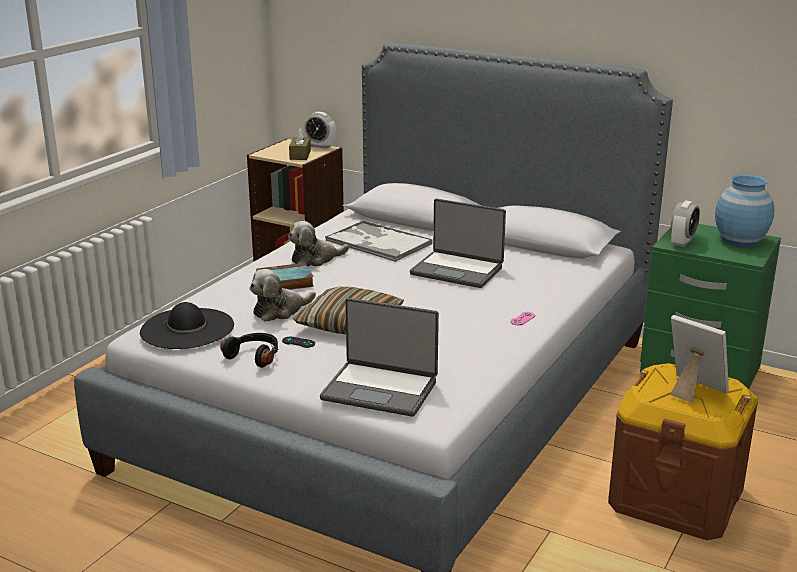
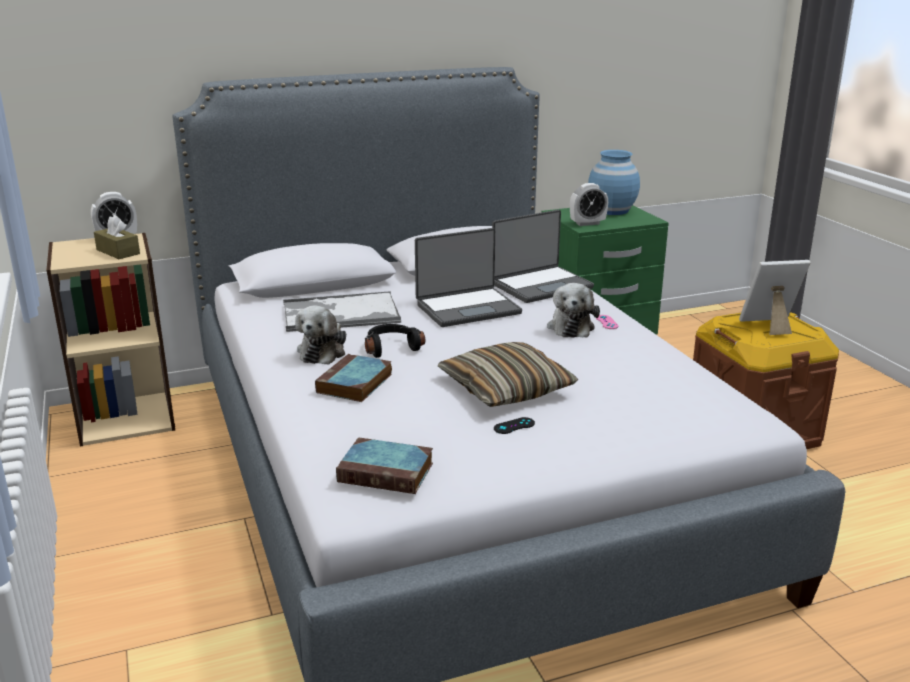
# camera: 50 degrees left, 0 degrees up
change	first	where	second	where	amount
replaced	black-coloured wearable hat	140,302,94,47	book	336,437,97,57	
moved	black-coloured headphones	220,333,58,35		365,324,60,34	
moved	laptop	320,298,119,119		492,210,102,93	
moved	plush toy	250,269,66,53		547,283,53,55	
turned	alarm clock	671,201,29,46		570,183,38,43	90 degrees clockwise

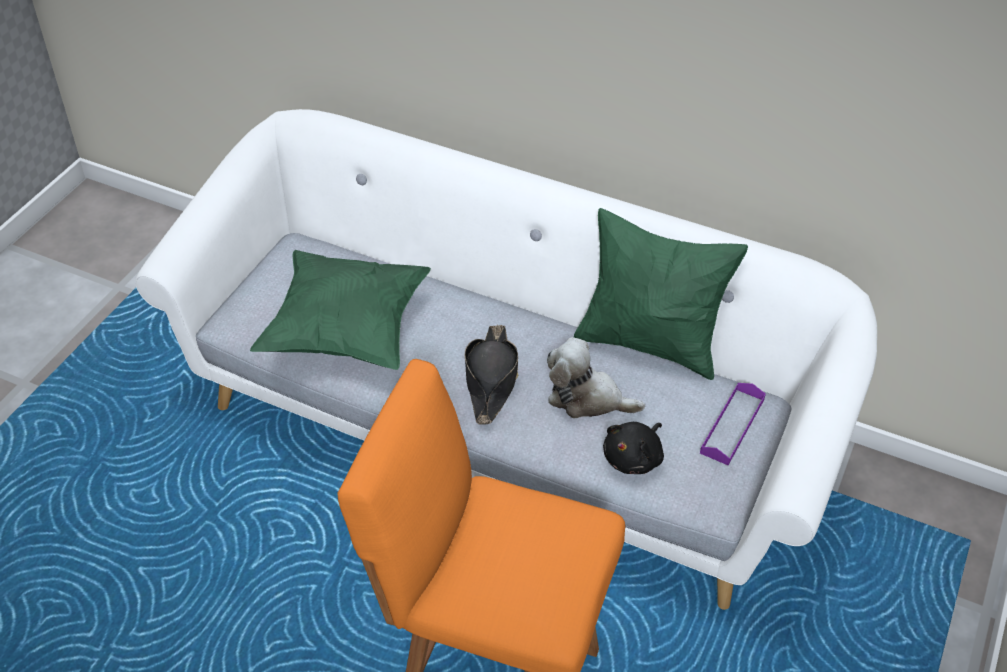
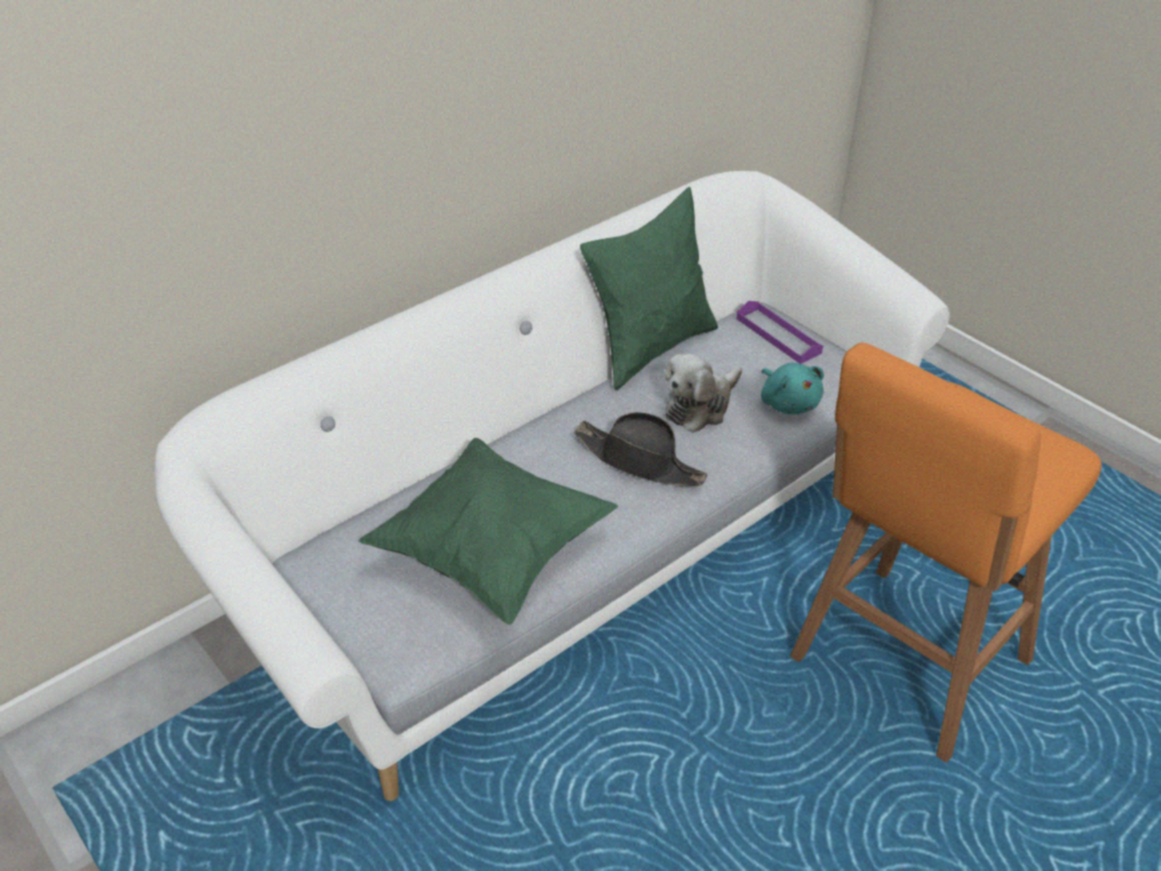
# camera: 65 degrees left, 5 degrees down
change	first	where	second	where	amount
recoloured	black-coloured plush toy	603,422,61,52	blue-green plush toy	761,363,63,51	

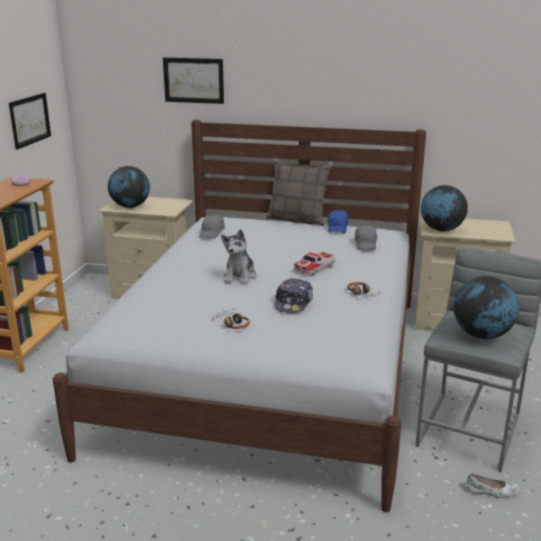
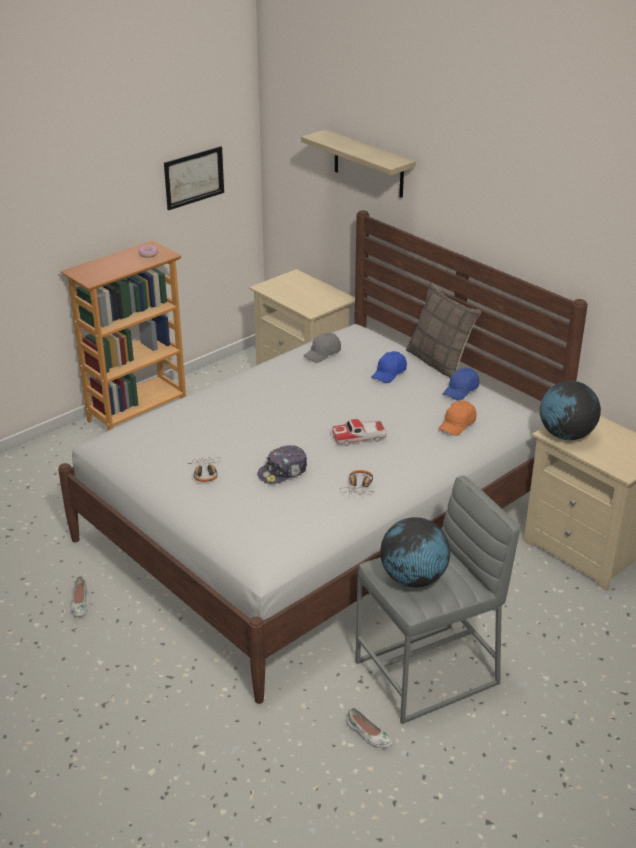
# camera: 35 degrees right, 10 degrees up
change	first	where	second	where	amount
added			white shoe	70,576,17,41	
replaced	wall art	163,58,61,46	wall shelf	301,130,115,68	
added			blue peaked cap	371,351,36,32	
recoloured	grey peaked cap	355,225,22,25	orangey peaked cap	438,401,39,35	
removed	desk globe	108,166,42,42			
removed	plush toy	221,229,36,56			

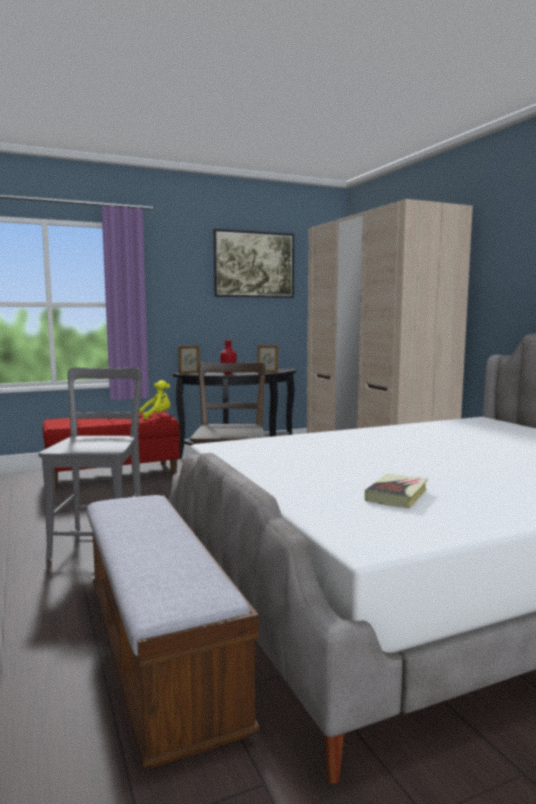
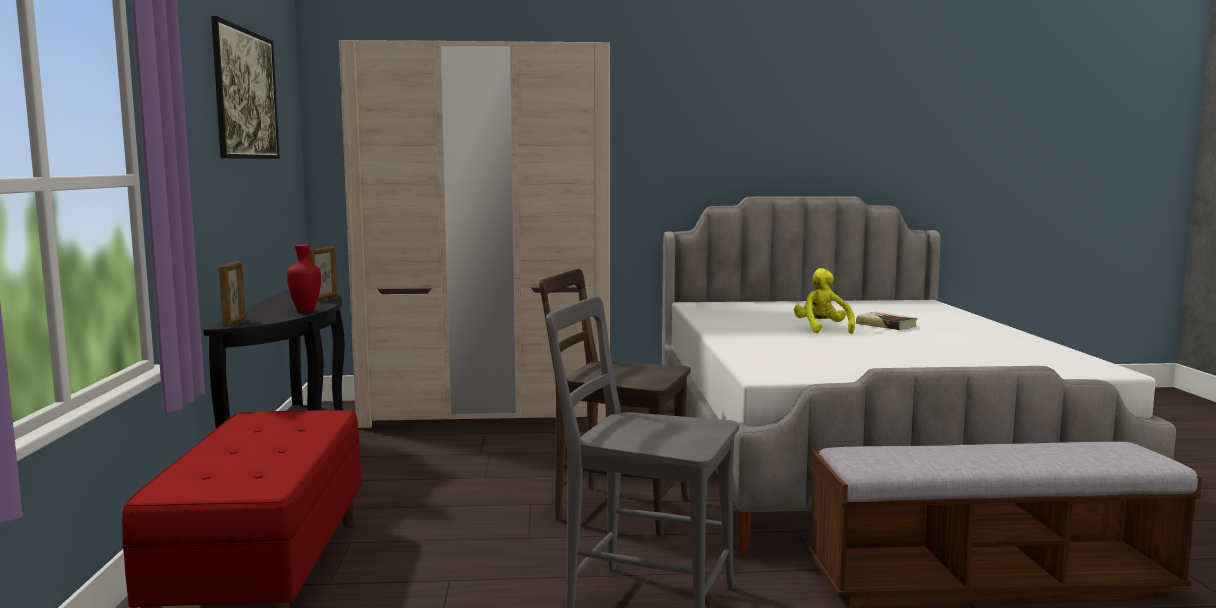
# camera: 70 degrees left, 0 degrees up
change	first	where	second	where	amount
moved	yellow plush toy	139,380,31,39		794,268,61,66	
moved	book	365,474,63,34		856,312,62,18	

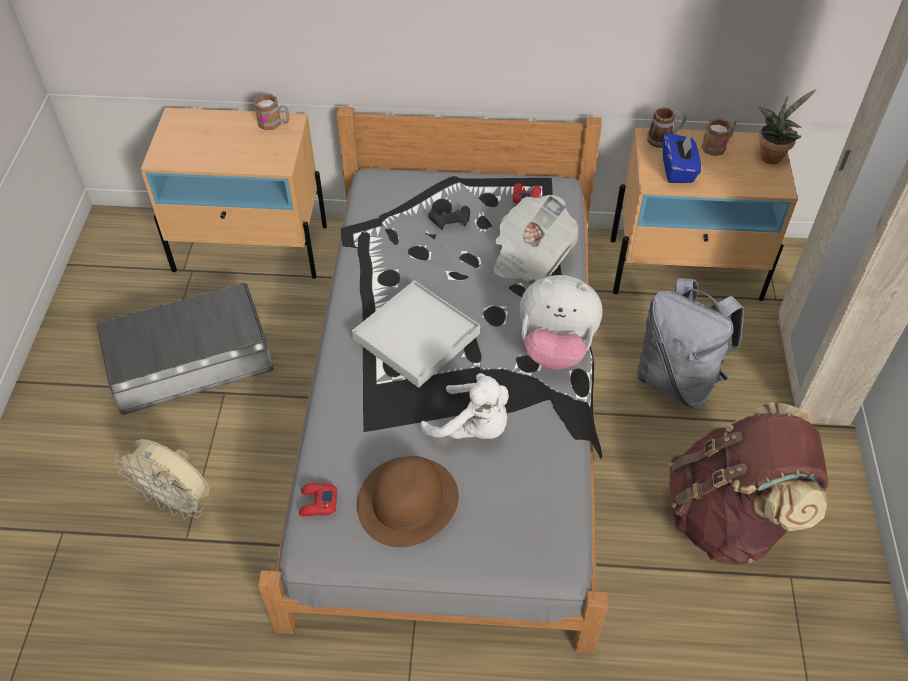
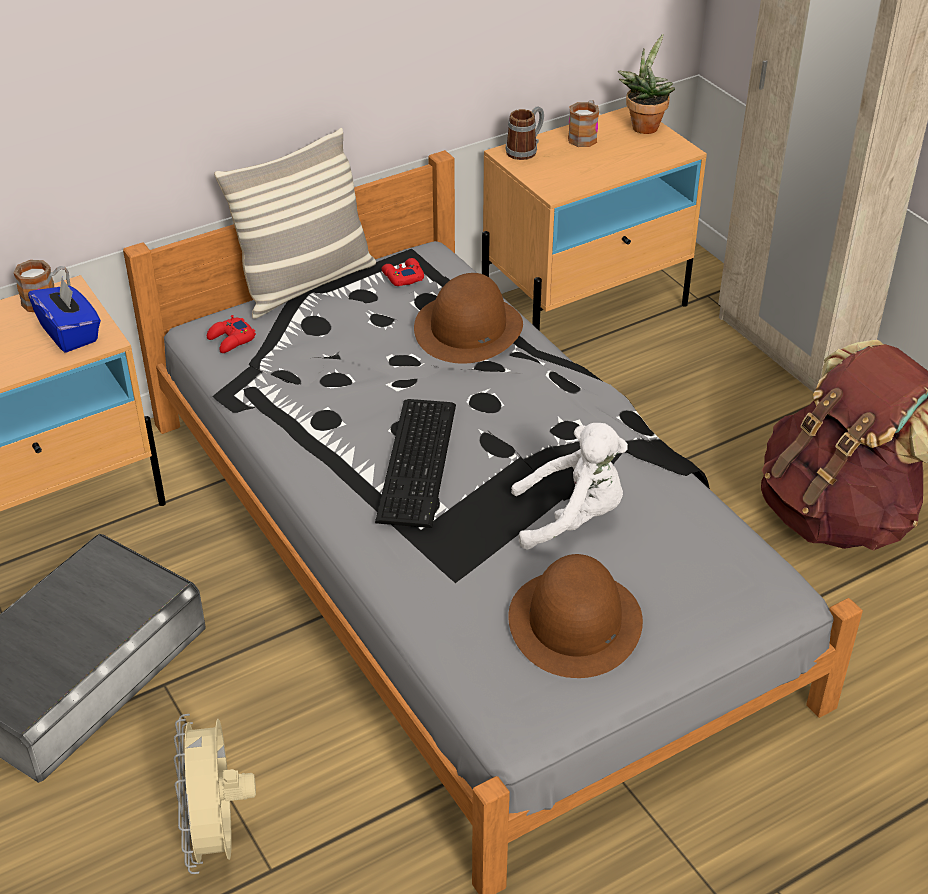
# camera: 35 degrees left, 10 degrees down
change	first	where	second	where	amount
moved	blue tissue holder	663,133,38,50		28,278,73,75	
turned	beige fan	114,439,95,81		174,714,82,160	90 degrees clockwise
moved	red-coloured joypad	299,483,38,33		207,315,49,38	
added			throw pillow	214,128,162,191	
replaced	white carrying tray	352,280,128,108	computer keyboard	375,399,81,129	
replaced	daily paper	493,195,85,87	brown wearable hat	414,273,109,91	
removed	black-coloured joypad	428,206,42,24			
removed	plush toy	520,275,82,95			
removed	grey rucksack	637,278,107,130			

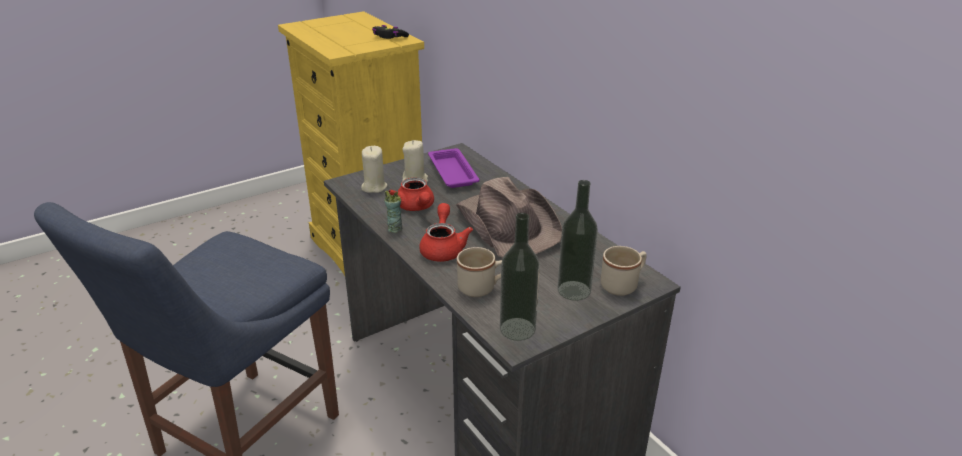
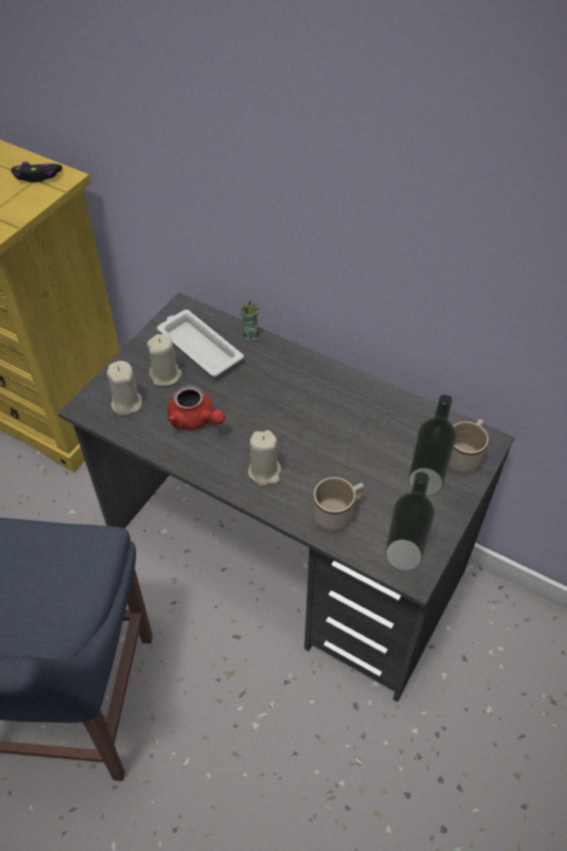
# camera: 25 degrees left, 20 degrees up
change	first	where	second	where	amount
recoloured	purple-coloured carrying tray	428,148,52,40	white carrying tray	157,310,87,67	
moved	small cup	384,190,18,43		241,301,18,40	
replaced	red-coloured tea pot	419,203,54,59	beige wax candle	248,430,33,56	
removed	brown wearable hat	456,177,106,80			

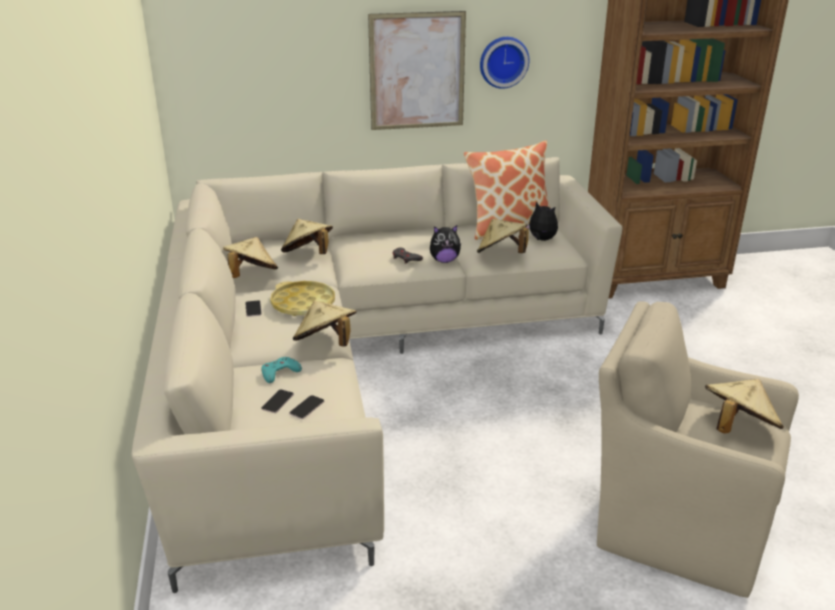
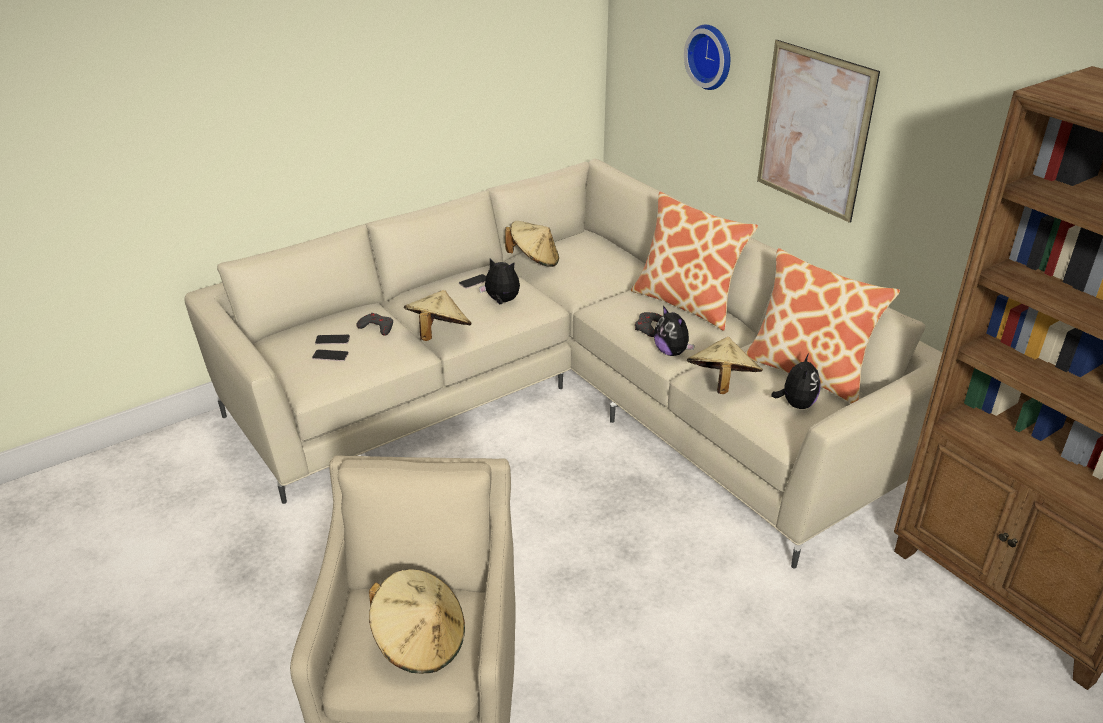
# camera: 65 degrees right, 5 degrees up
change	first	where	second	where	amount
recoloured	blue-green joypad	261,357,41,26	grey joypad	356,313,37,23	
replaced	yellow carrying tray	270,281,65,35	plush toy	479,258,41,46	
added			throw pillow	631,192,127,139	
moved	wall clock	480,37,49,52		684,25,46,65	
removed	beige wearable hat	281,219,52,35			

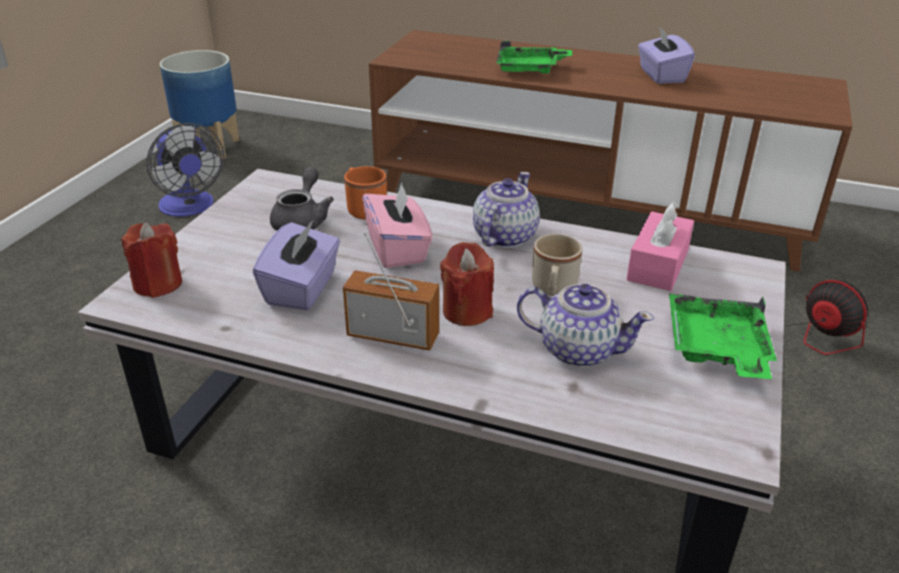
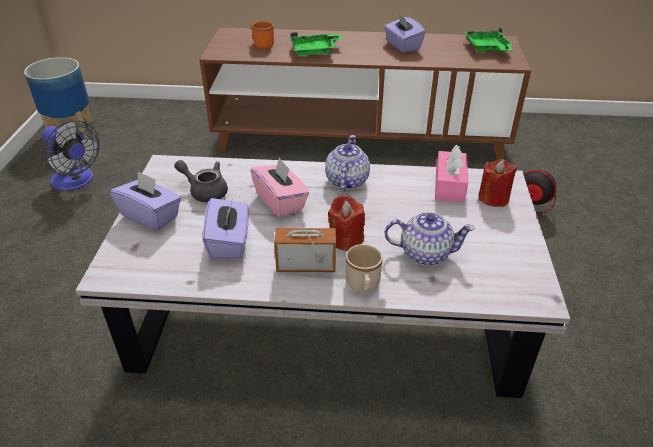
# camera: 15 degrees left, 5 degrees up
change	first	where	second	where	amount
added			purple-coloured tissue holder	110,171,71,60	
turned	grey tea pot	270,167,64,64		174,160,54,42	60 degrees counterclockwise
moved	orangey mug	344,166,43,54		251,21,23,28	
moved	beige mug	532,234,50,62		346,244,37,48	
moved	green-coloured carrying tray	669,293,108,86		464,27,49,25	
moved	red-coloured wax candle	121,222,61,76		478,159,39,48	

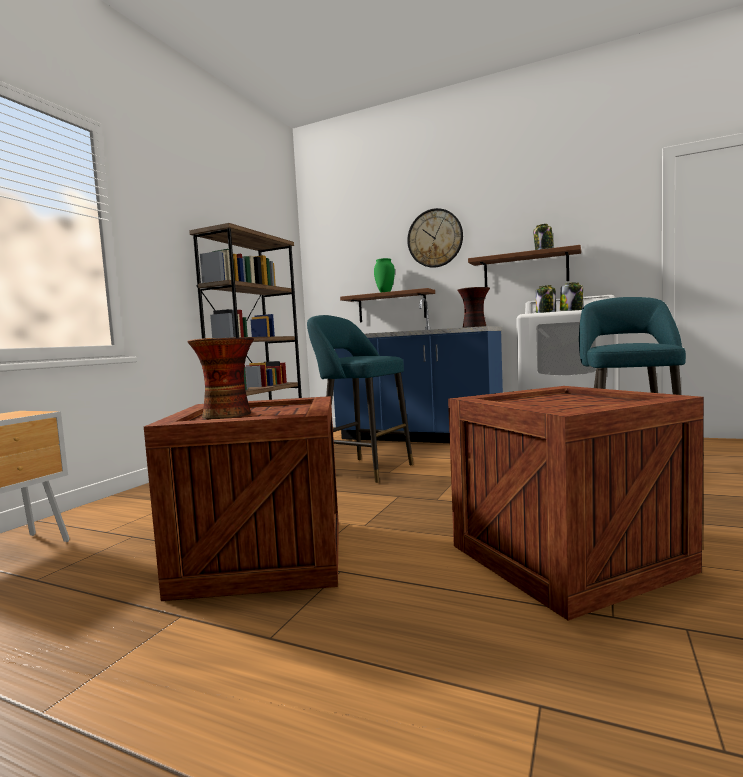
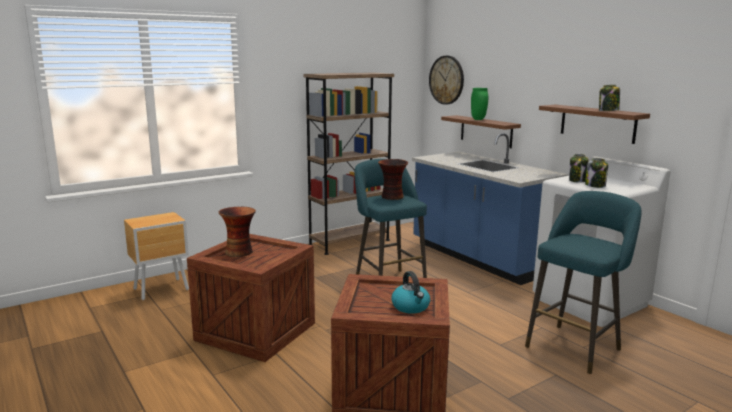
# camera: 30 degrees right, 10 degrees up
change	first	where	second	where	amount
moved	vase	457,287,33,40		378,159,30,41	
added			kettle	391,271,39,43	
moved	wall clock	407,208,56,60		429,56,35,49	

